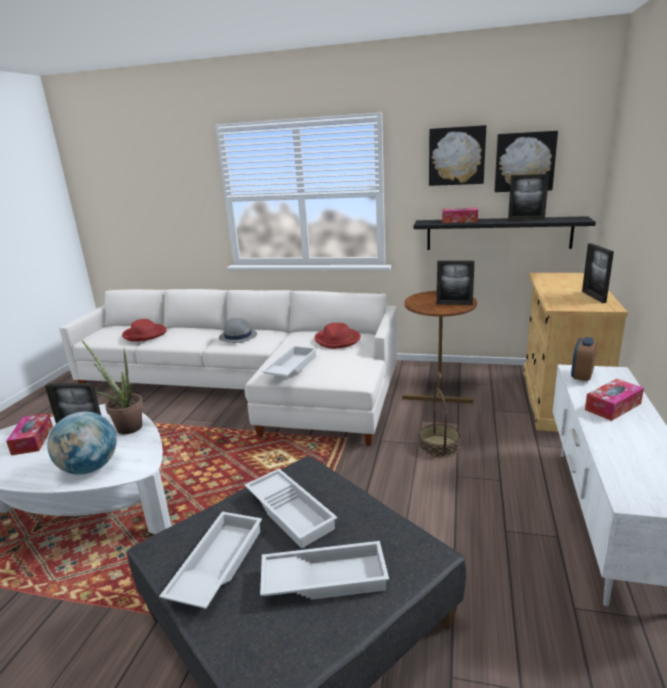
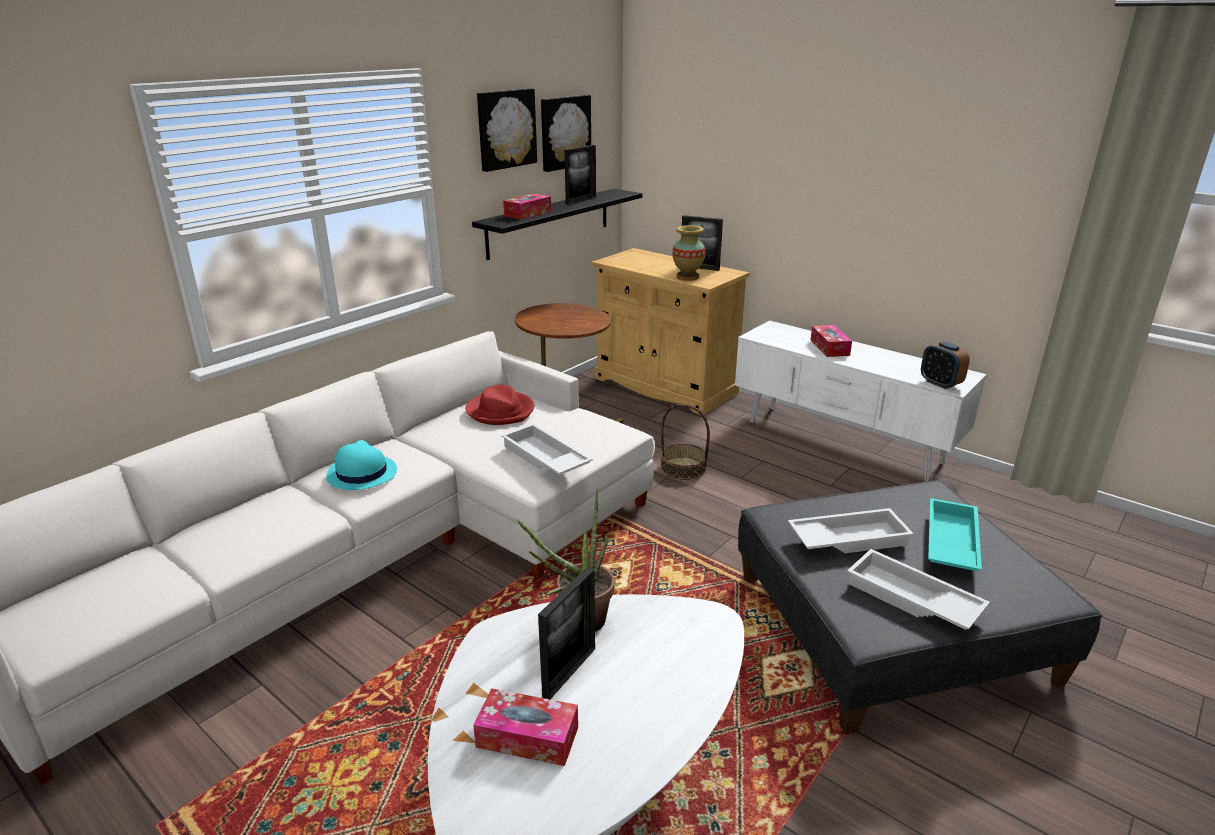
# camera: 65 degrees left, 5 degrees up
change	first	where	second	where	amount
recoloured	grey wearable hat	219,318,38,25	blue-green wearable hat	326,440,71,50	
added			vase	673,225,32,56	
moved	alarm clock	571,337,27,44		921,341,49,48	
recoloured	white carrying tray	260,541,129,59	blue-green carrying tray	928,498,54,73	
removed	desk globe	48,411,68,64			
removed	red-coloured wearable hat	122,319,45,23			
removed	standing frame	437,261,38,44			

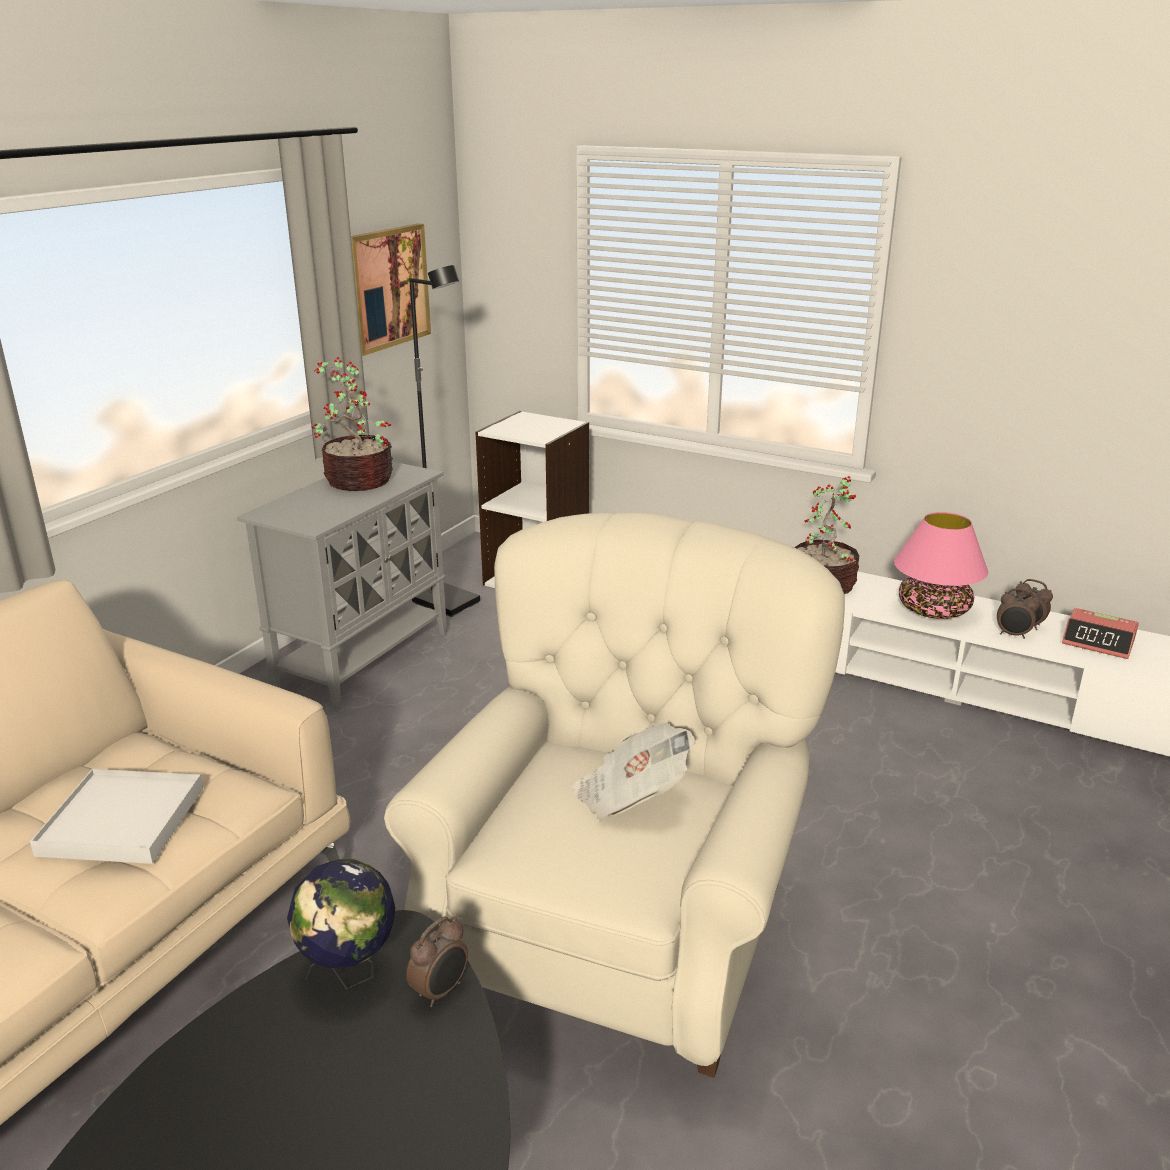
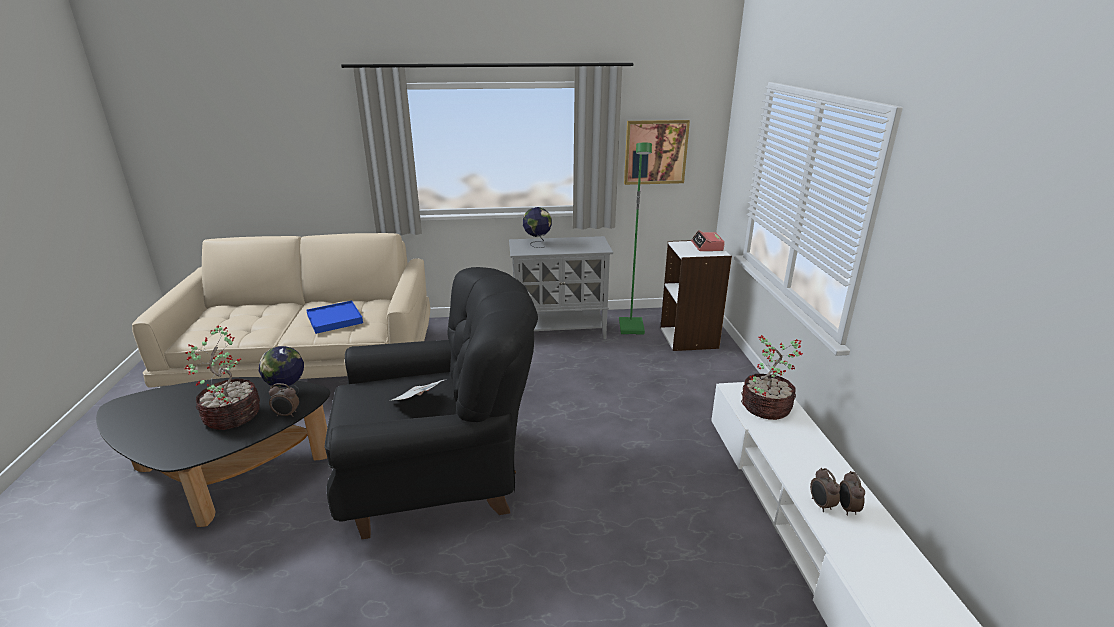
# camera: 55 degrees right, 0 degrees up
change	first	where	second	where	amount
moved	potted plant	312,357,81,134		185,326,75,104	
recoloured	white carrying tray	30,769,173,95	blue carrying tray	306,301,57,33	
recoloured	beige lounge chair	384,512,461,566	black-coloured lounge chair	324,267,214,272	
added			desk globe	523,207,29,41	
recoloured	black-coloured floor lamp	409,265,71,352	green-coloured floor lamp	619,142,33,193	
moved	alarm clock	1062,608,77,51		691,230,34,21	
removed	pink lamp for a table	894,512,94,107			

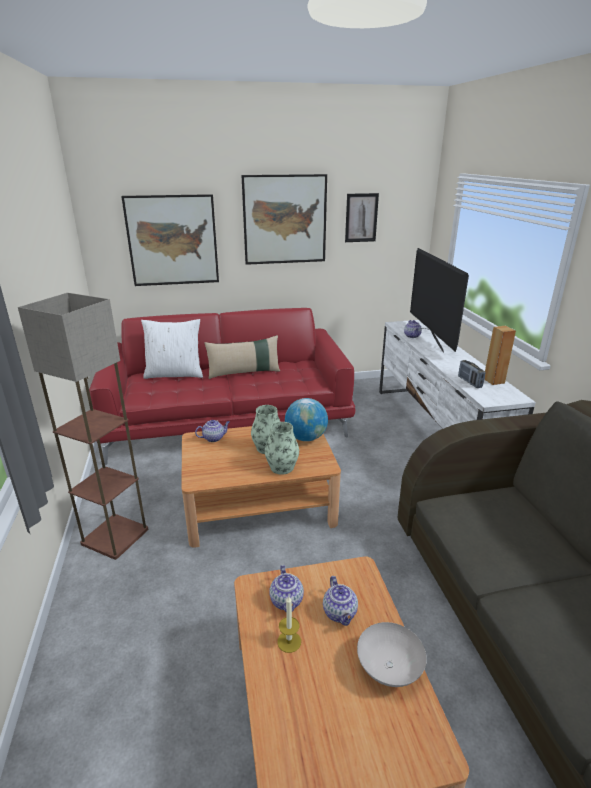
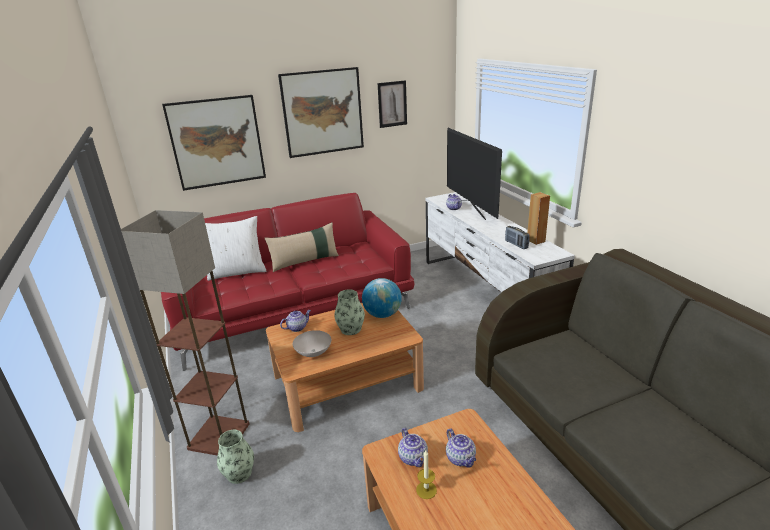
# camera: 10 degrees left, 0 degrees up
change	first	where	second	where	amount
moved	vase	265,422,34,53		217,430,37,54	
moved	white bowl	357,622,70,65		293,330,38,27	

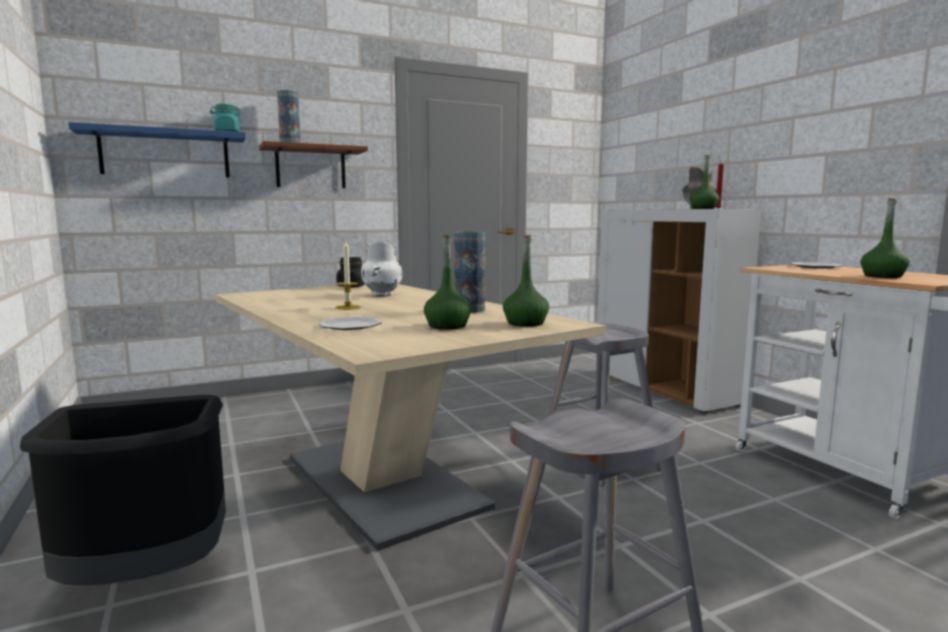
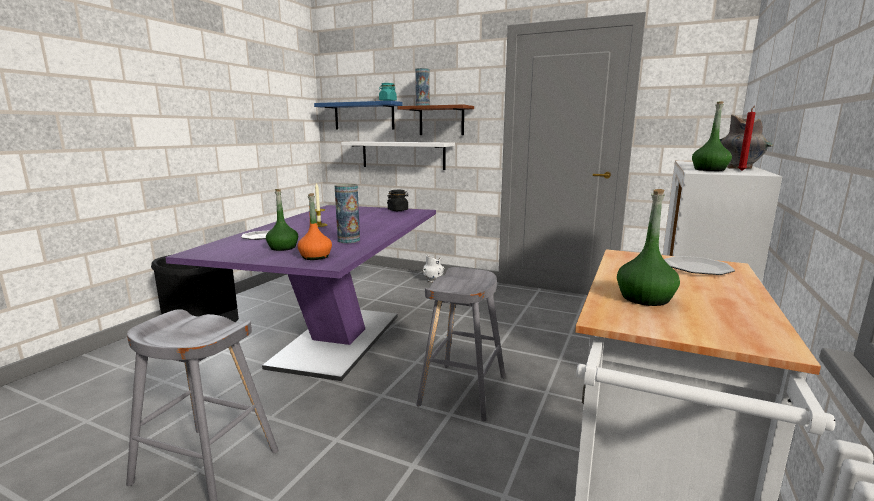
# camera: 50 degrees right, 5 degrees up
change	first	where	second	where	amount
recoloured	beige dinner table	215,284,391,267	purple-coloured dinner table	165,205,271,176	
recoloured	green-coloured beverage bottle	503,234,46,93	orangey beverage bottle	297,193,35,67	
added			white wall shelf	341,141,114,29	
moved	white vase	361,241,42,56		422,255,23,28	

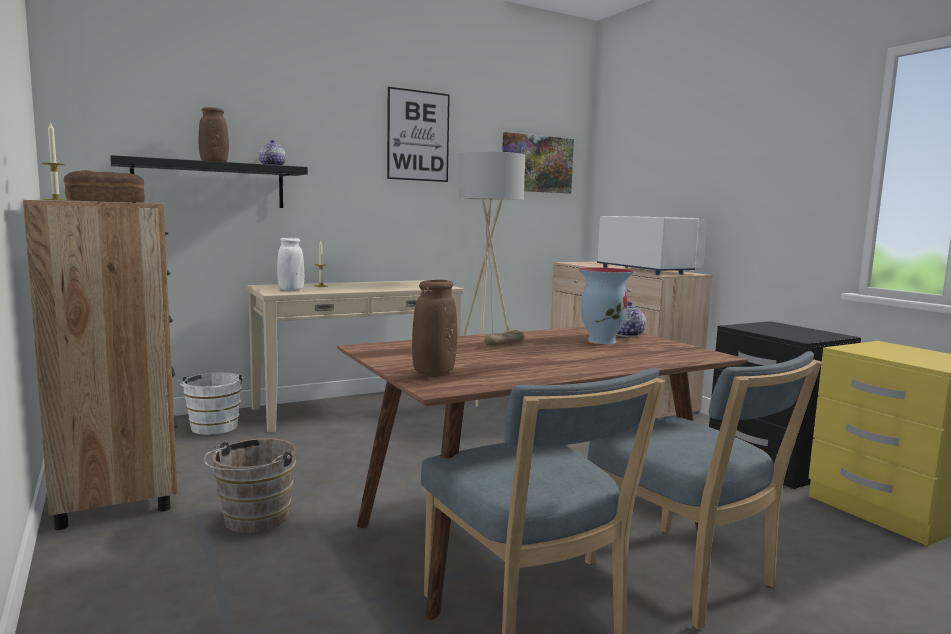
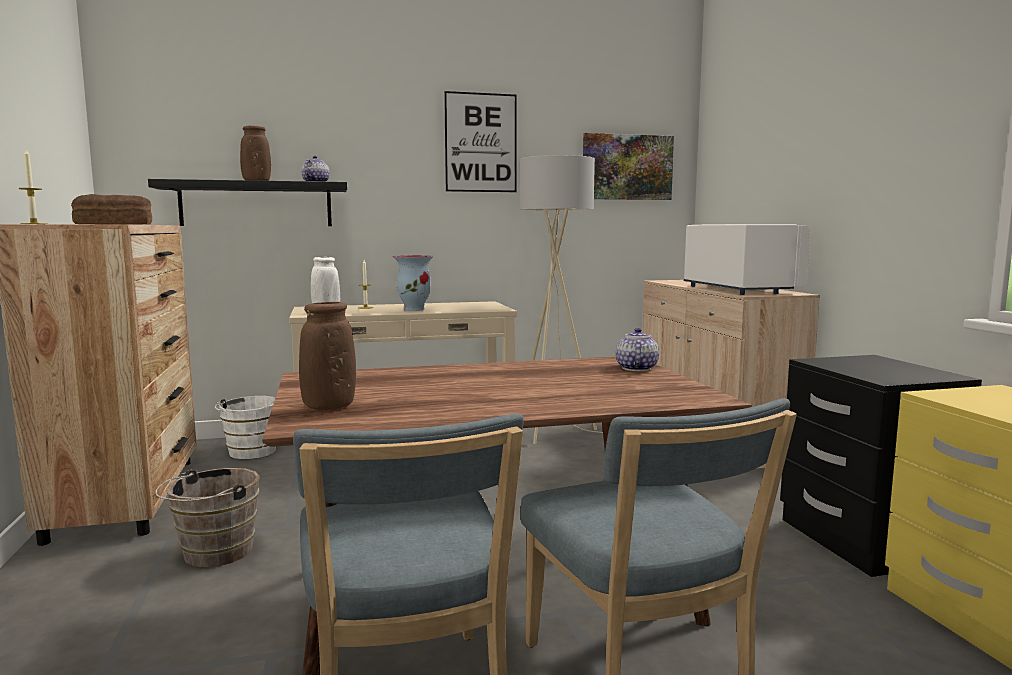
# camera: 15 degrees right, 0 degrees up
change	first	where	second	where	amount
moved	vase	578,267,56,77		393,255,41,56	
removed	bread	484,330,41,15			

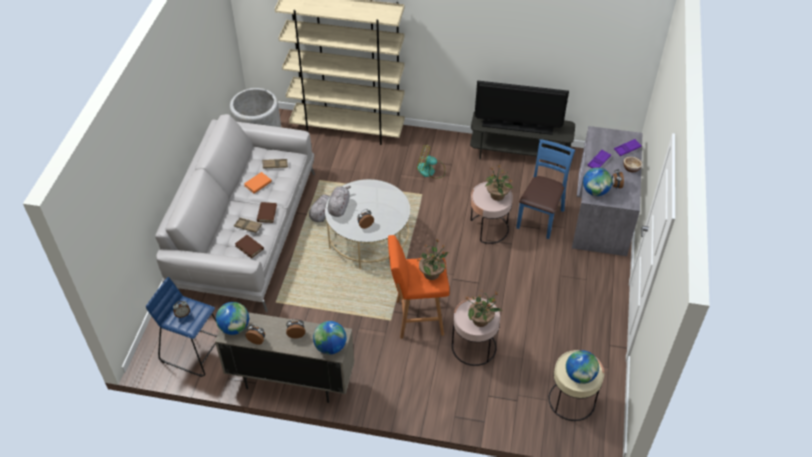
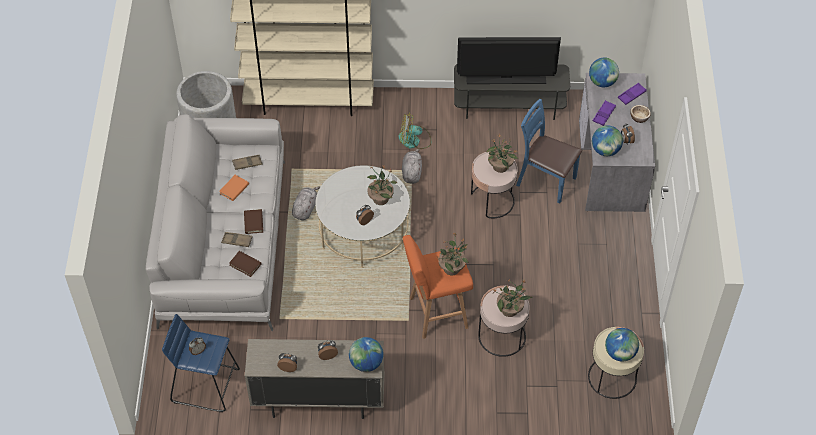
# camera: 10 degrees left, 5 degrees up
change	first	where	second	where	amount
added			potted plant	367,165,30,40	
moved	grey plush toy	328,186,23,31		402,149,20,35	
turned	blue chair	516,139,59,100		516,99,66,105	75 degrees counterclockwise
moved	desk globe	216,302,33,33		589,58,30,29	

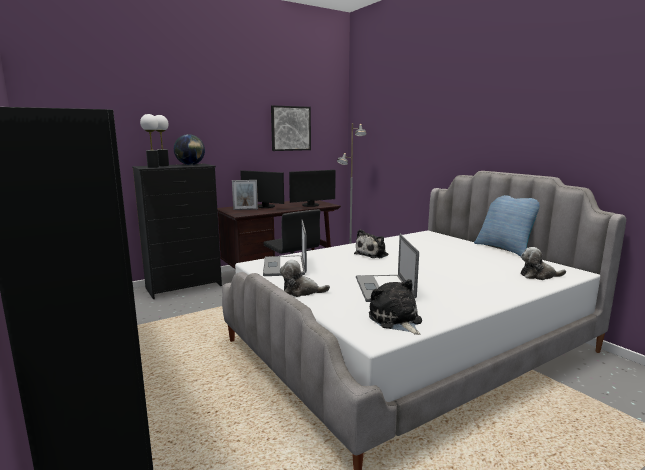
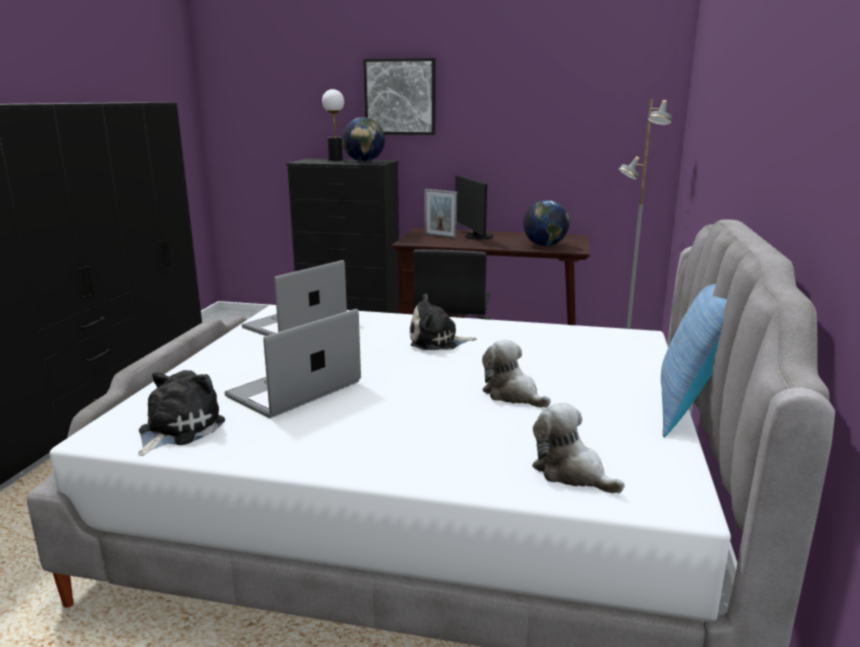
# camera: 45 degrees right, 5 degrees up
change	first	where	second	where	amount
moved	wall art	271,105,40,46		363,58,73,77	
moved	plush toy	280,260,50,37		482,340,69,68	
replaced	monitor	289,170,46,37	desk globe	523,200,46,46	
removed	lamp for a table	140,114,19,54			

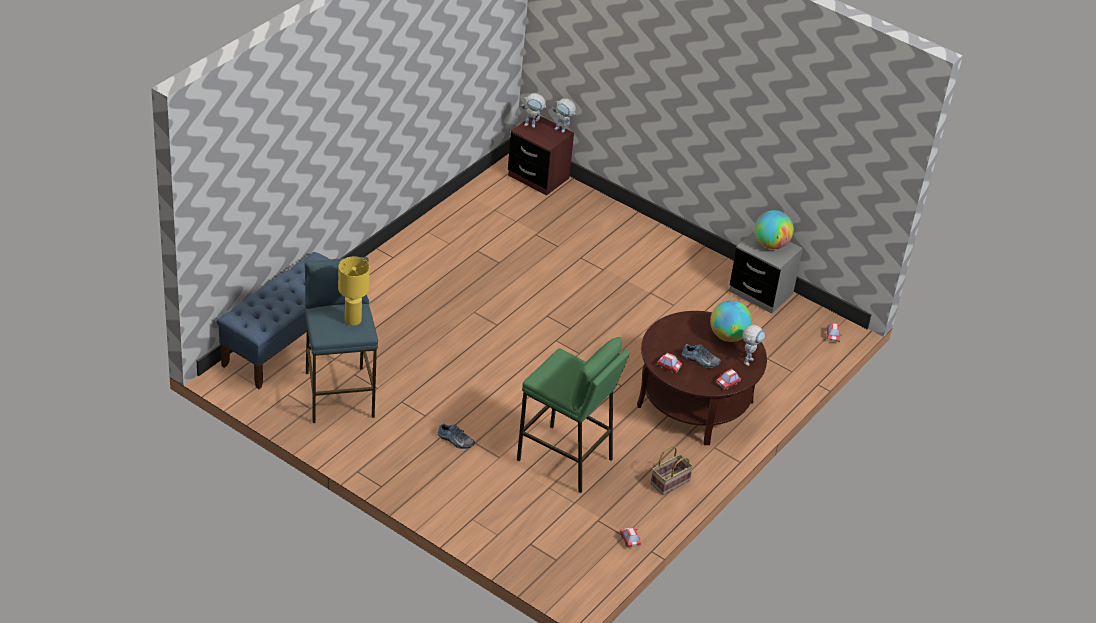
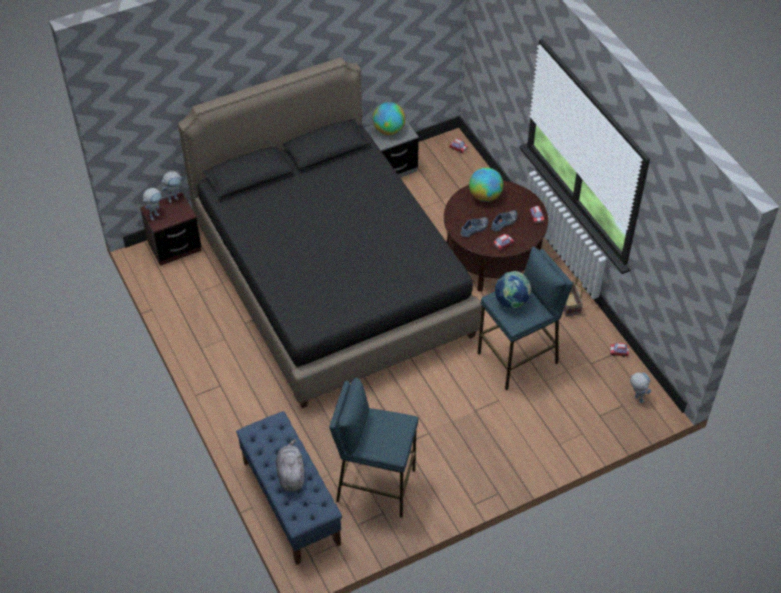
# camera: 60 degrees left, 10 degrees up
change	first	where	second	where	amount
added			black-coloured sleeping bed	178,57,304,351	
added			grey plush toy	276,439,28,53	
moved	shoe	438,423,37,26		461,217,28,20	
recoloured	green-coloured stool	517,337,113,156	blue stool	478,247,95,143	
added			desk globe	495,271,36,38	
moved	model robot	743,325,22,41		630,372,21,31	
removed	yellow lamp for a table	338,257,32,69			

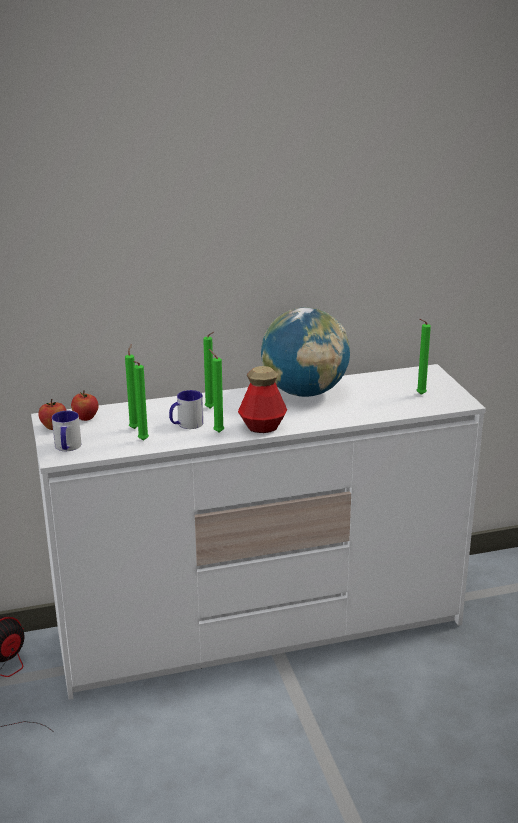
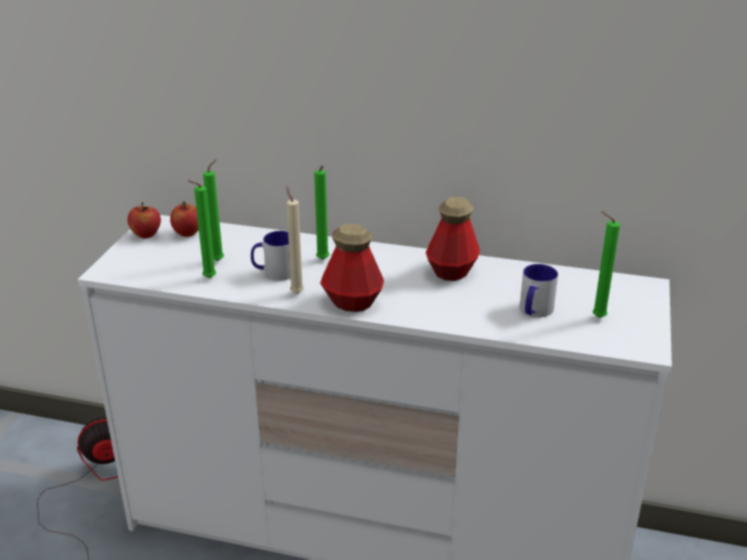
# camera: 30 degrees right, 5 degrees up
change	first	where	second	where	amount
recoloured	green-coloured wax candle	209,349,15,83	beige wax candle	287,187,17,107	
replaced	desk globe	261,307,89,90	beverage bottle	426,196,54,85	
moved	mug	52,411,29,40		520,264,38,53	

